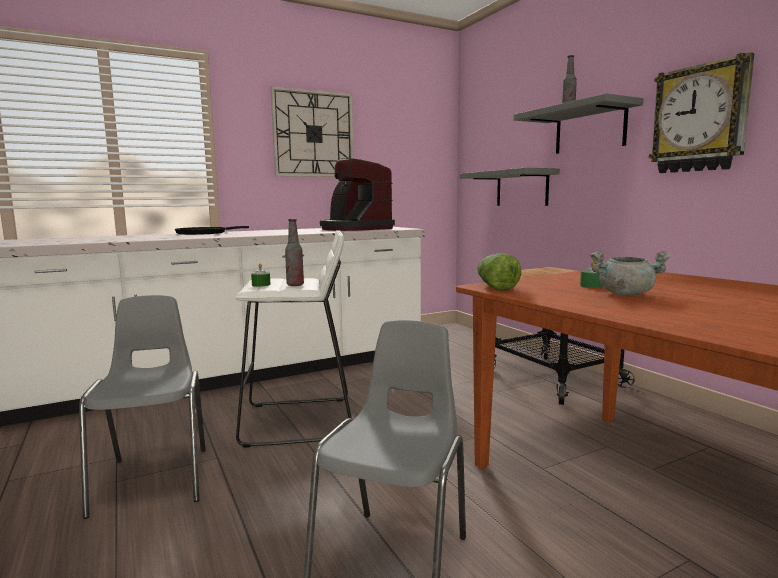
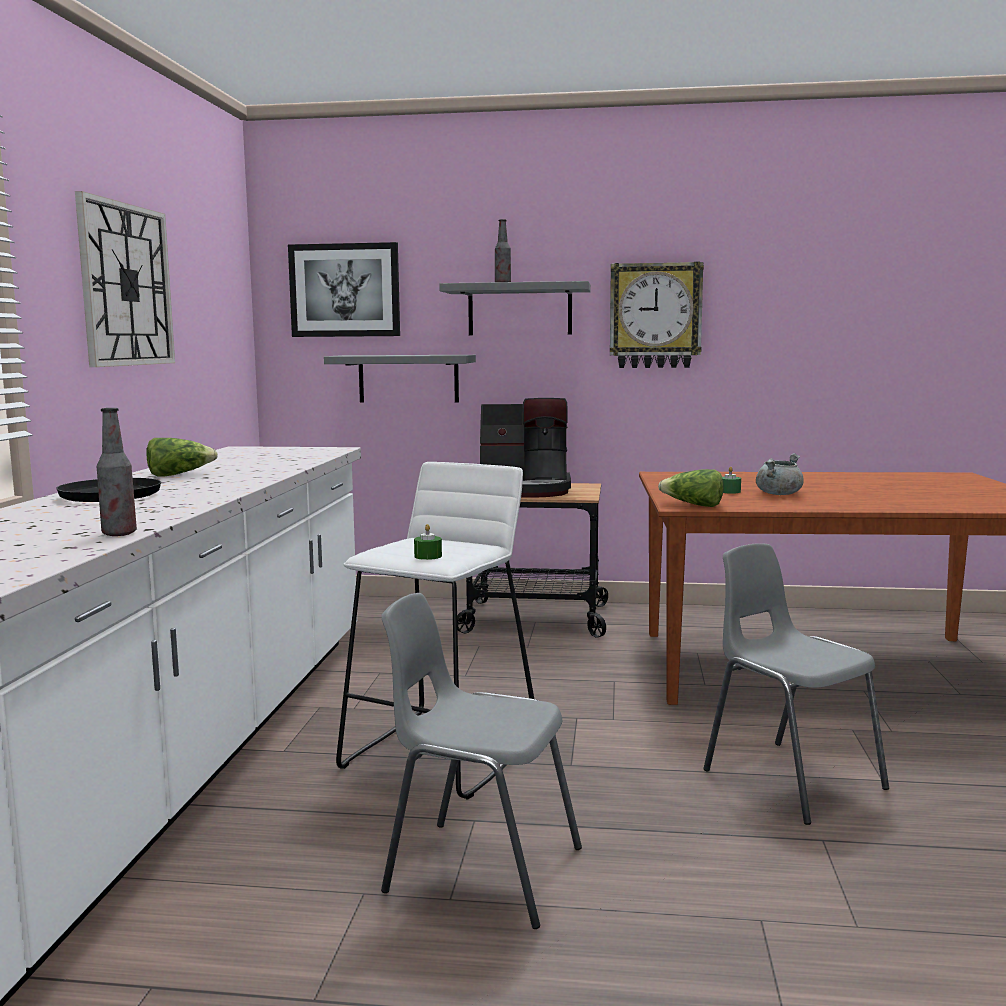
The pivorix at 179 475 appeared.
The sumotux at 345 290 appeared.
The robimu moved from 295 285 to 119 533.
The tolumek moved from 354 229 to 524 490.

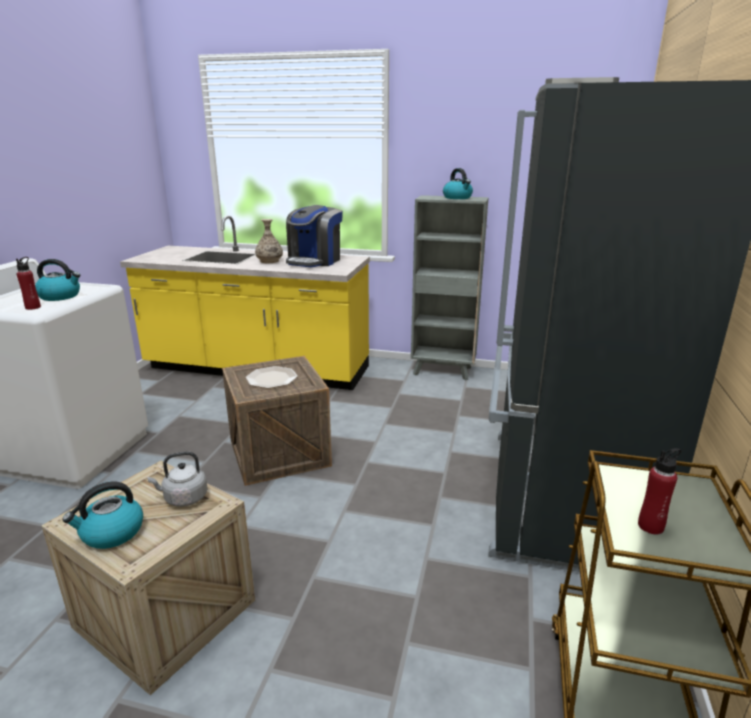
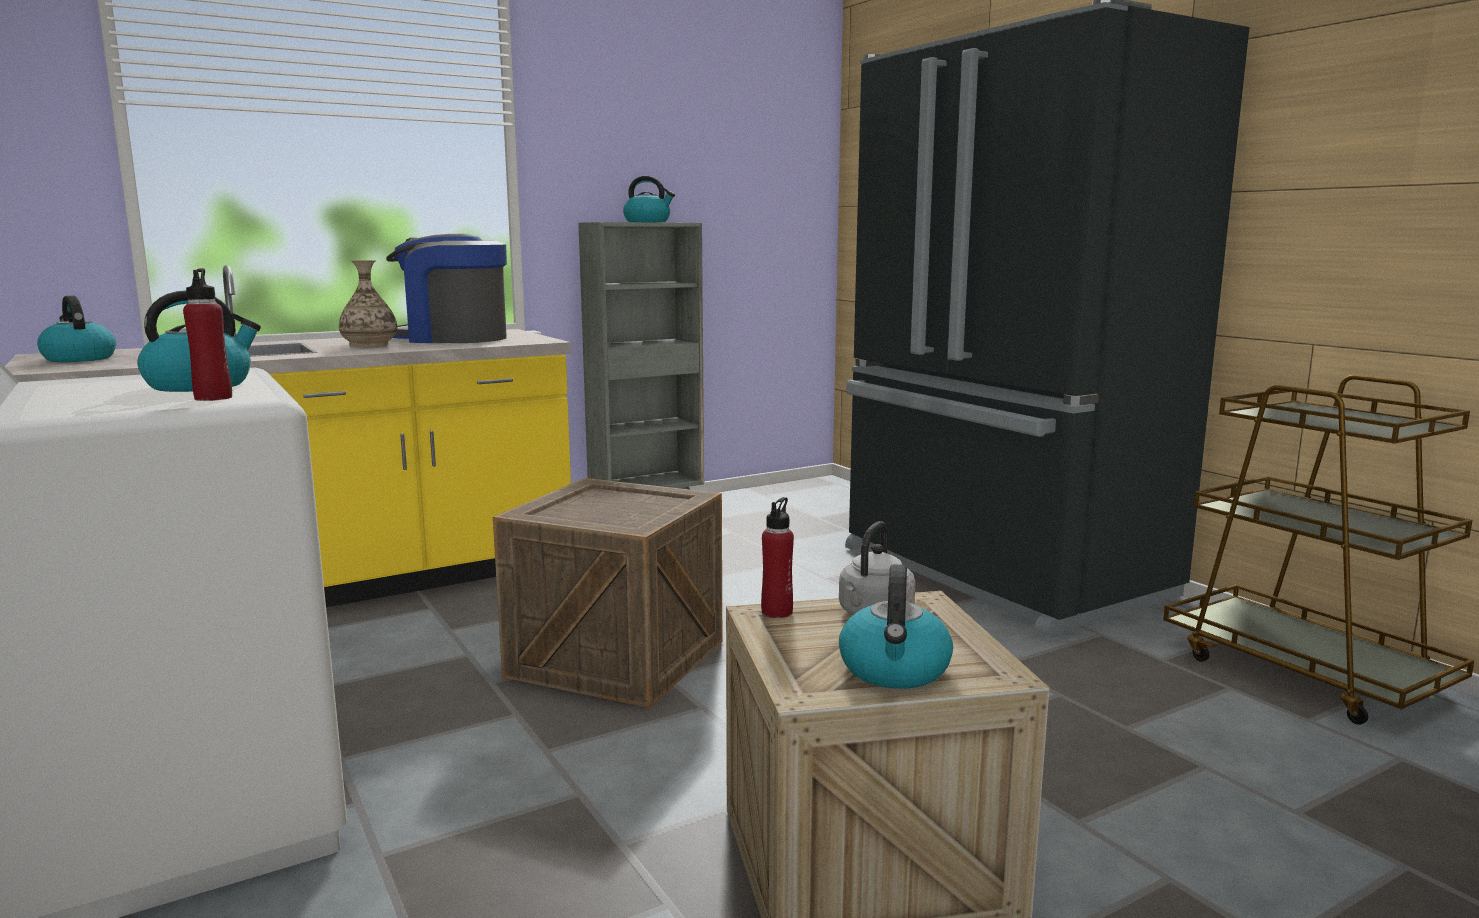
The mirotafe at 272 378 disappeared.
The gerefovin at 78 358 appeared.
The red_robimu moved from 651 526 to 777 612.
The tolumek at 314 261 turned 120 degrees clockwise.

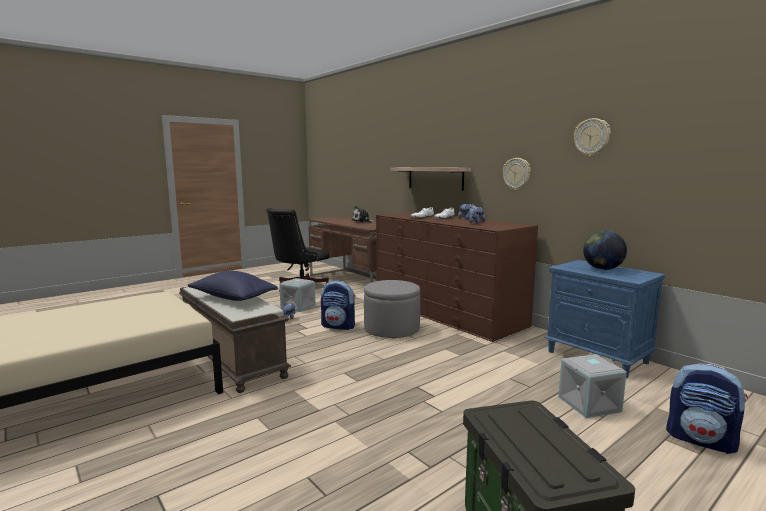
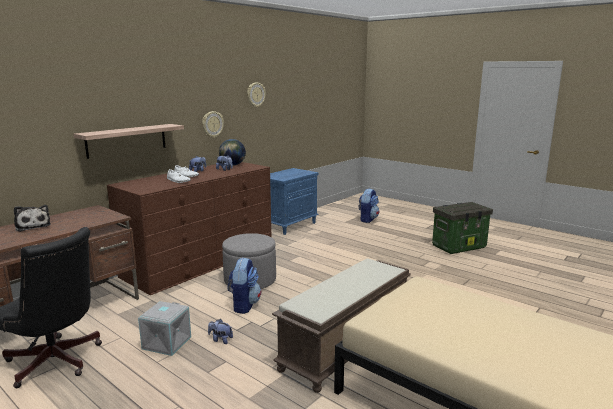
The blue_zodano at 233 298 disappeared.
The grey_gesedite at 589 404 disappeared.
The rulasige moved from 602 269 to 232 165.

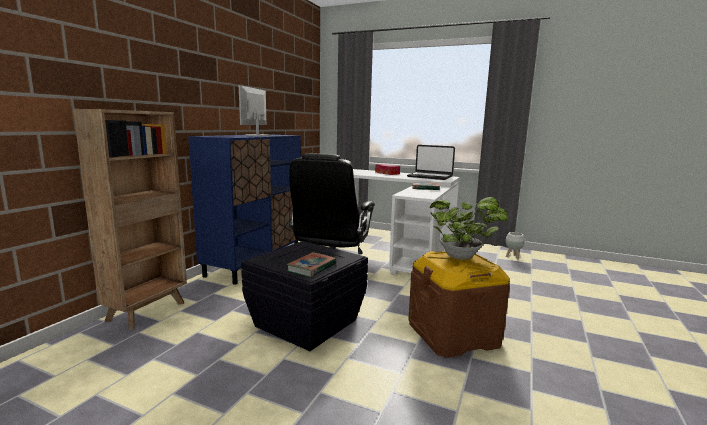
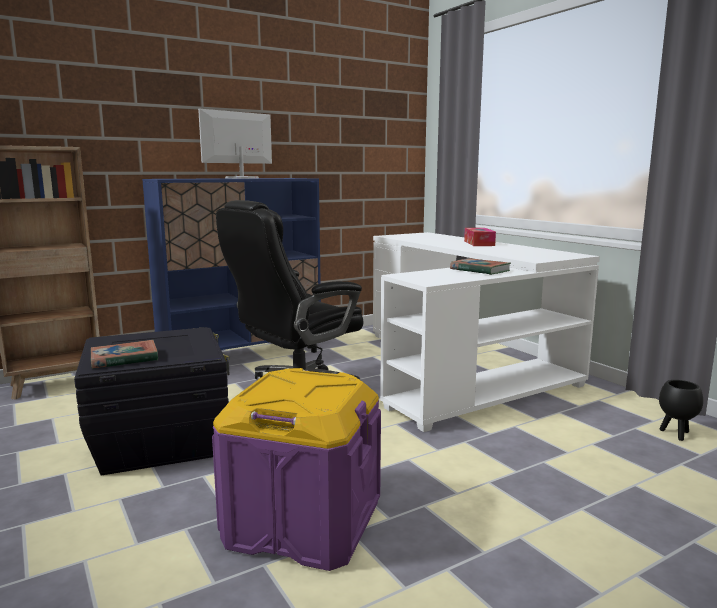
The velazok at 430 176 disappeared.
The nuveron at 462 257 disappeared.
The brown_gesedite at 453 334 became the purple_gesedite at 303 522.
The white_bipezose at 512 257 became the black_bipezose at 676 434.

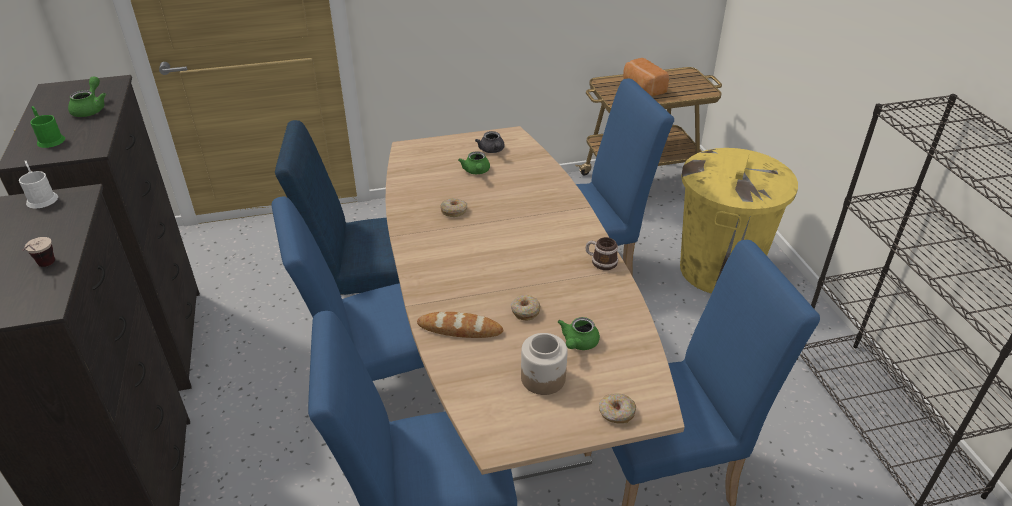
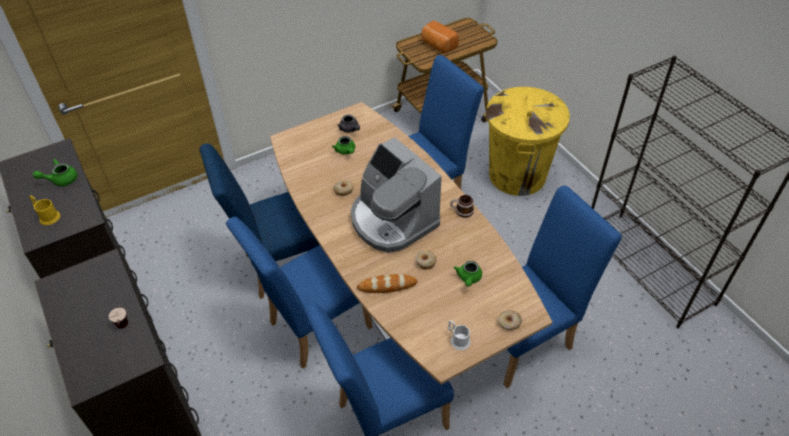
The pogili at 543 379 disappeared.
The tolumek at 392 220 appeared.
The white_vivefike moved from 41 198 to 458 339.
The green_vivefike at 49 139 became the yellow_vivefike at 47 216.
The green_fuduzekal at 91 109 turned 105 degrees counterclockwise.

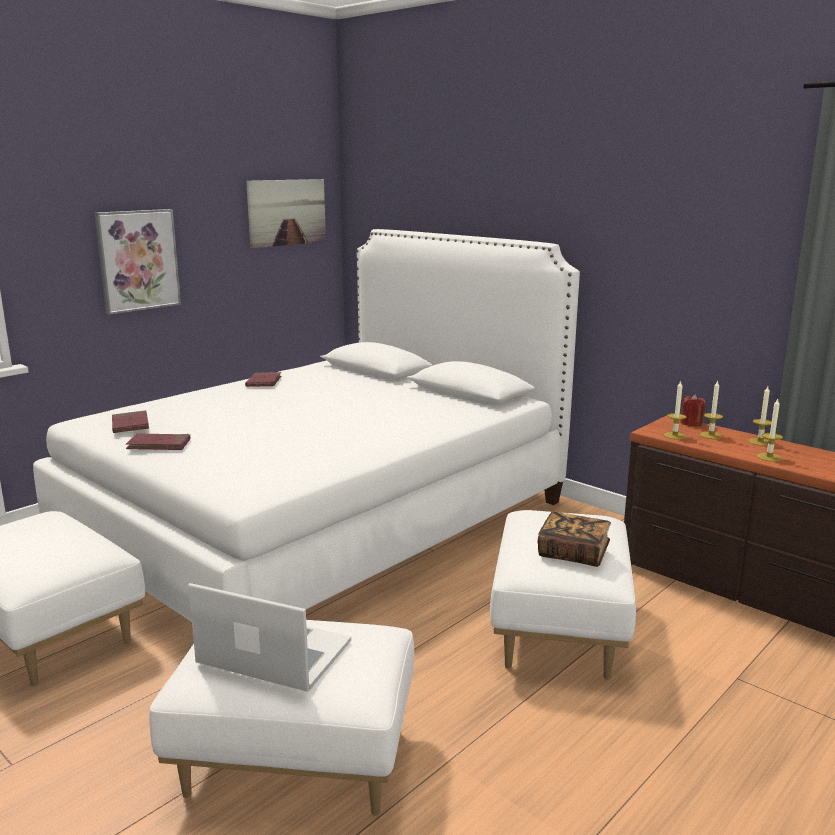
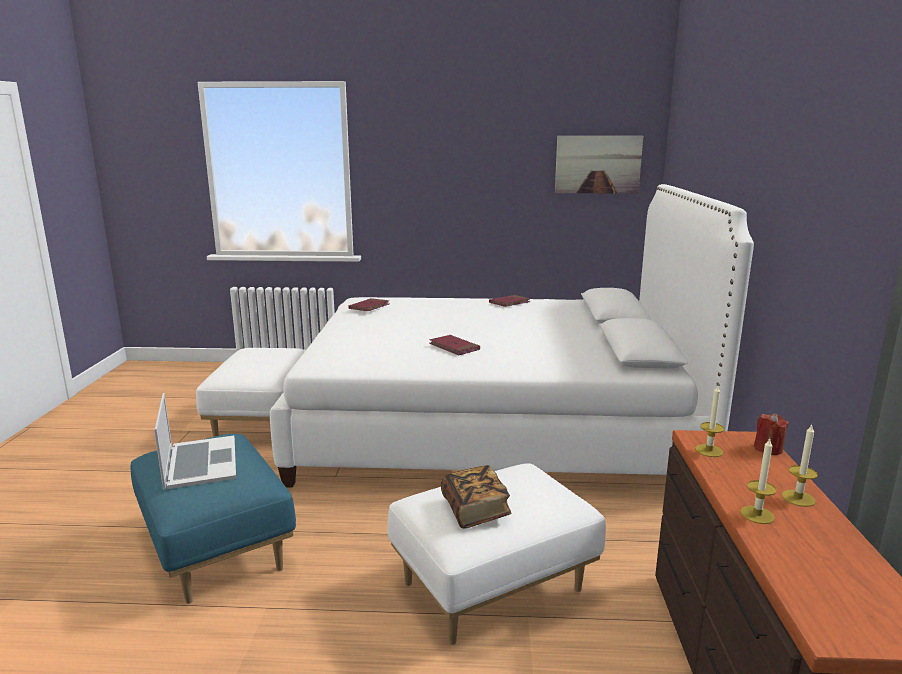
The sumotux at 138 260 disappeared.
The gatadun at 711 435 disappeared.
The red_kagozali moved from 159 445 to 454 347.
The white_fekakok at 294 763 became the blue_fekakok at 215 549.

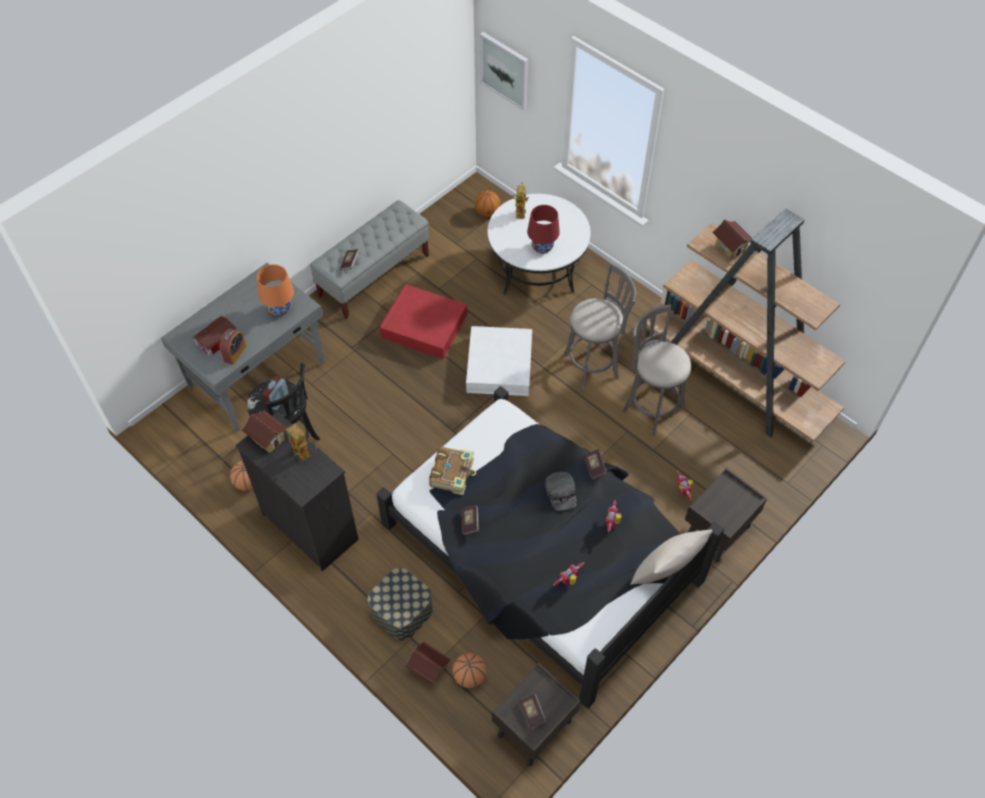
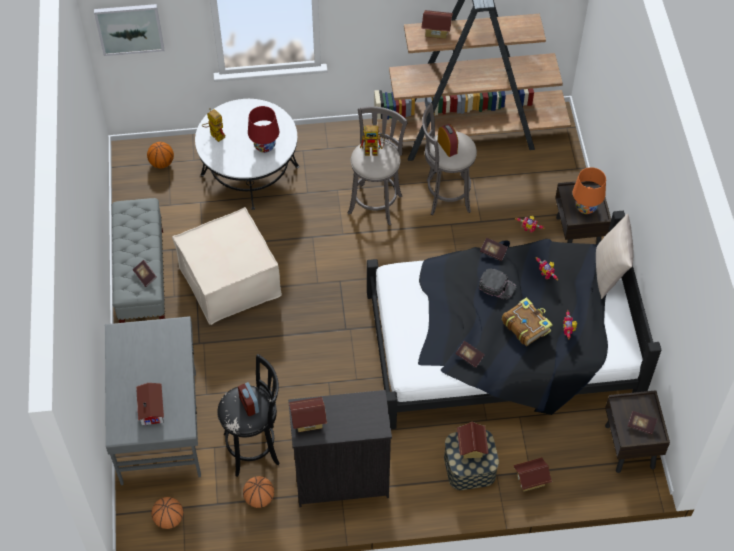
The white_gesedite at 499 366 disappeared.
The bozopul at 471 447 appeared.
The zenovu moved from 235 353 to 447 147.
The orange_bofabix moved from 280 309 to 585 207.
The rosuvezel moved from 305 455 to 374 150.
The kagozali moved from 452 473 to 526 325.
The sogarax moved from 469 676 to 169 519.
The red_gesedite at 424 326 was replaced by the beige_fekakok at 230 281.

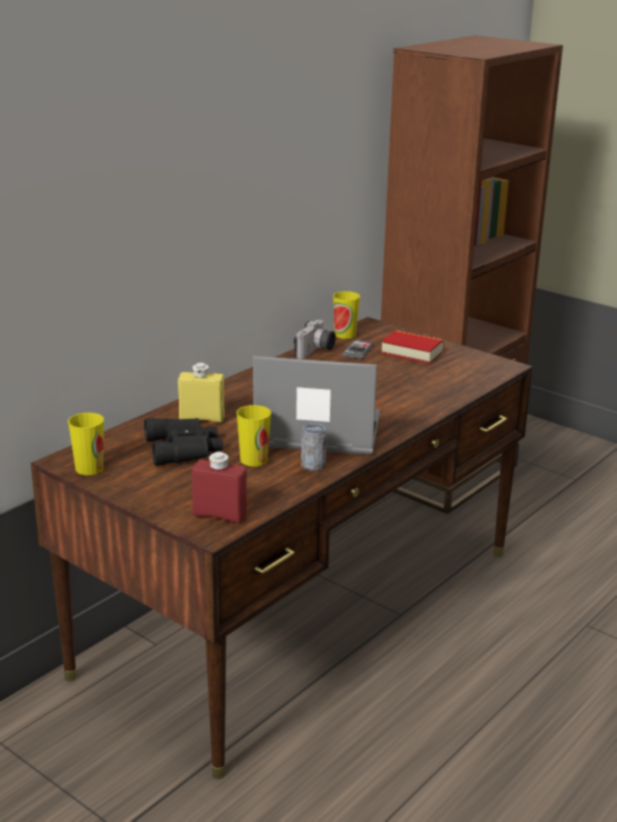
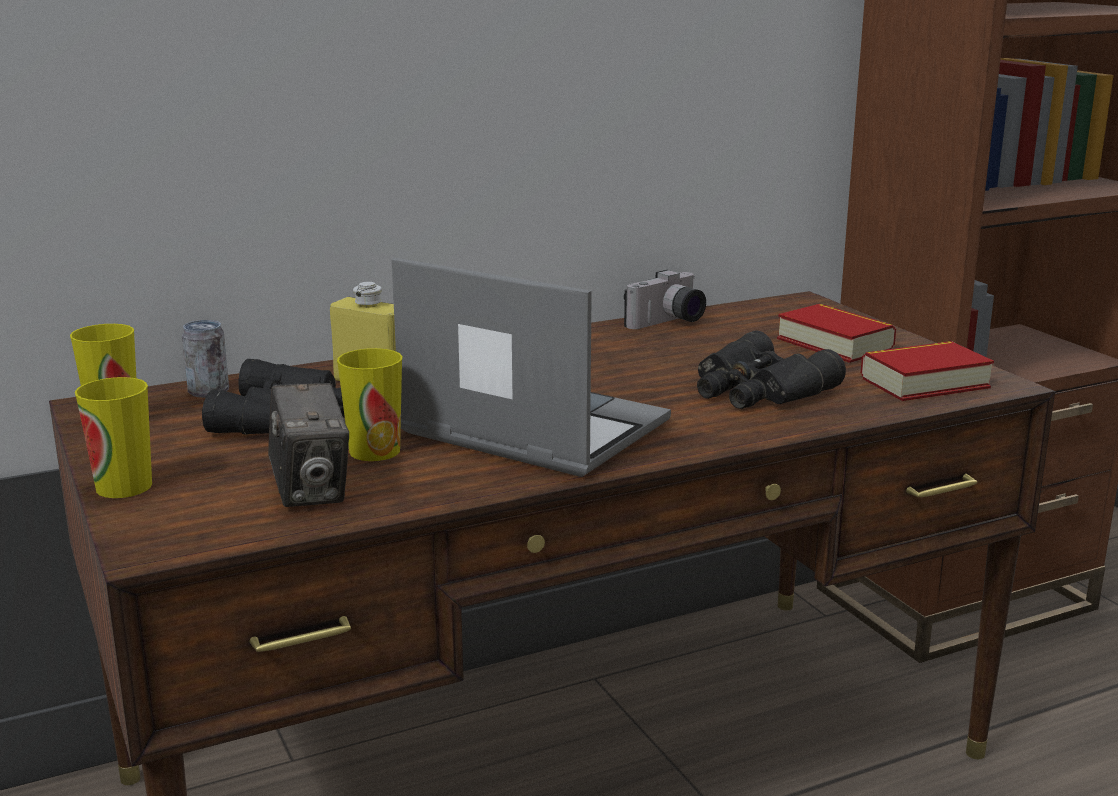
The red_robimu at 219 515 disappeared.
The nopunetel at 358 351 disappeared.
The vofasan at 311 491 appeared.
The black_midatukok at 758 390 appeared.
The kagozali at 924 382 appeared.
The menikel moved from 313 466 to 208 391.
The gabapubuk moved from 345 334 to 124 486.

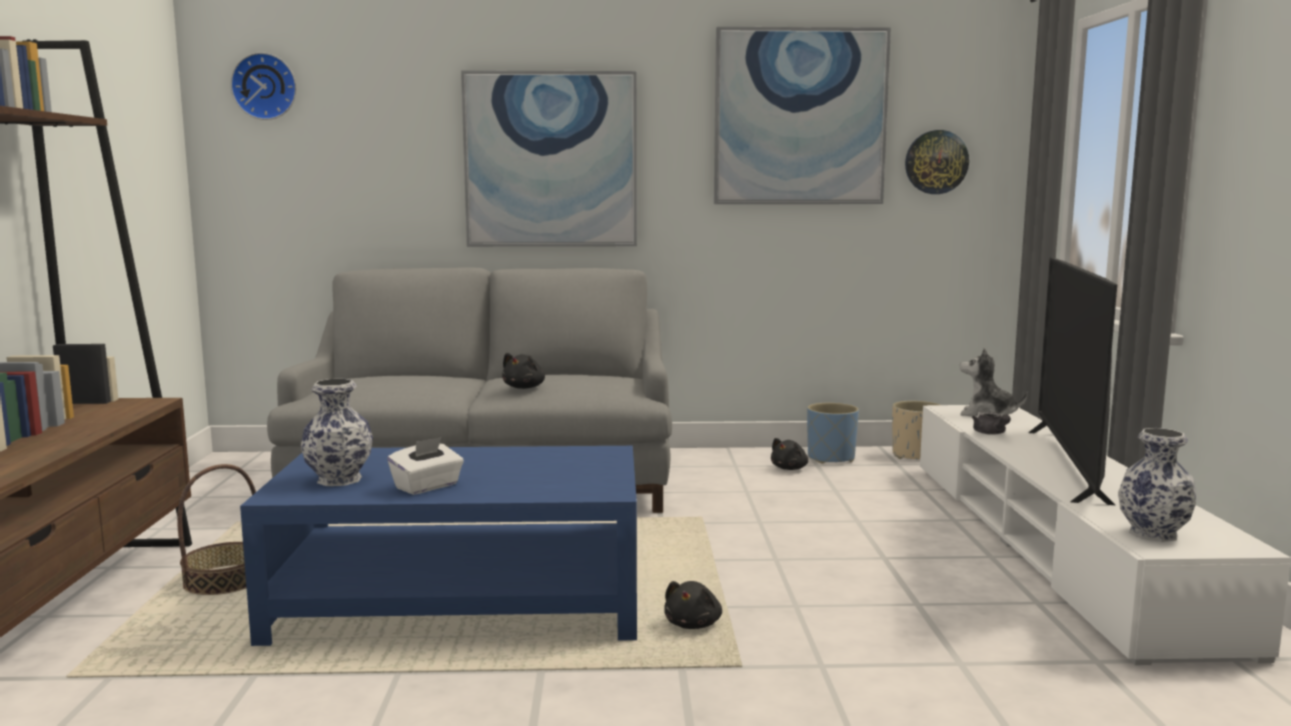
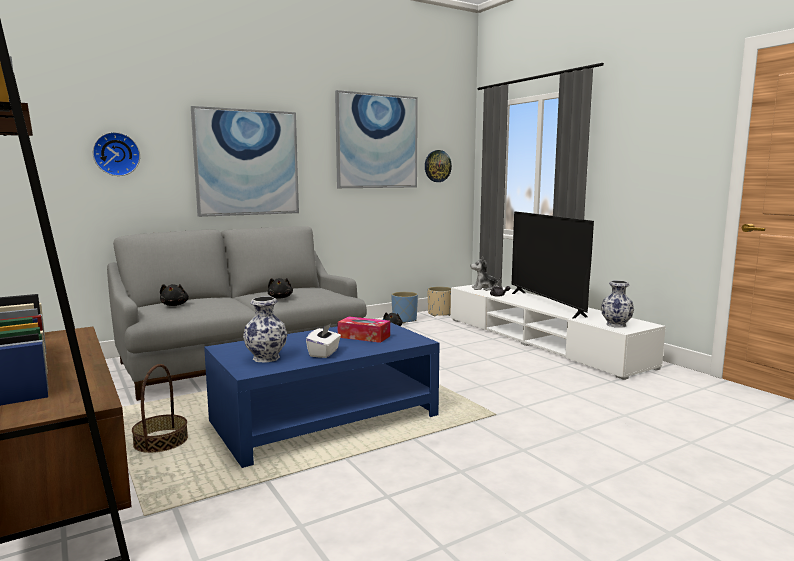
The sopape at 364 336 appeared.
The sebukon moved from 265 87 to 116 154.
The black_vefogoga moved from 693 624 to 175 305.

